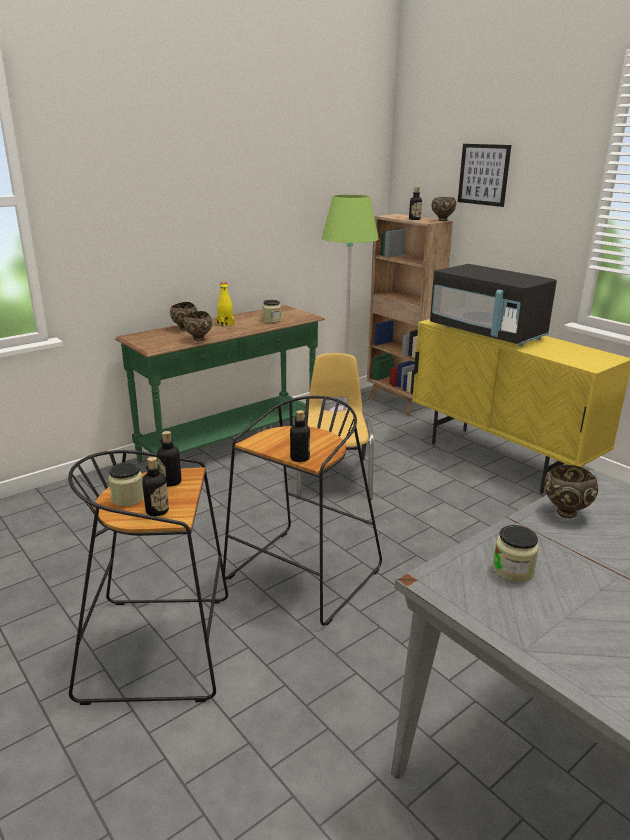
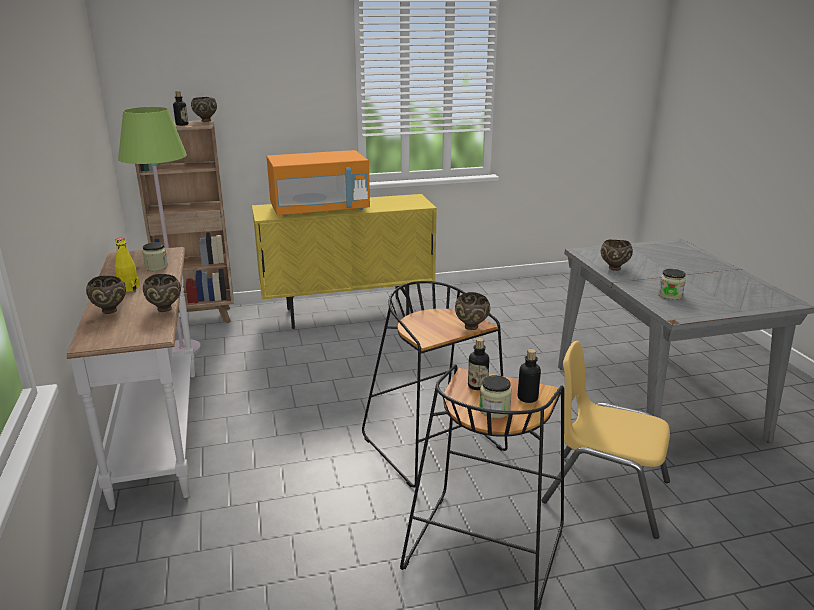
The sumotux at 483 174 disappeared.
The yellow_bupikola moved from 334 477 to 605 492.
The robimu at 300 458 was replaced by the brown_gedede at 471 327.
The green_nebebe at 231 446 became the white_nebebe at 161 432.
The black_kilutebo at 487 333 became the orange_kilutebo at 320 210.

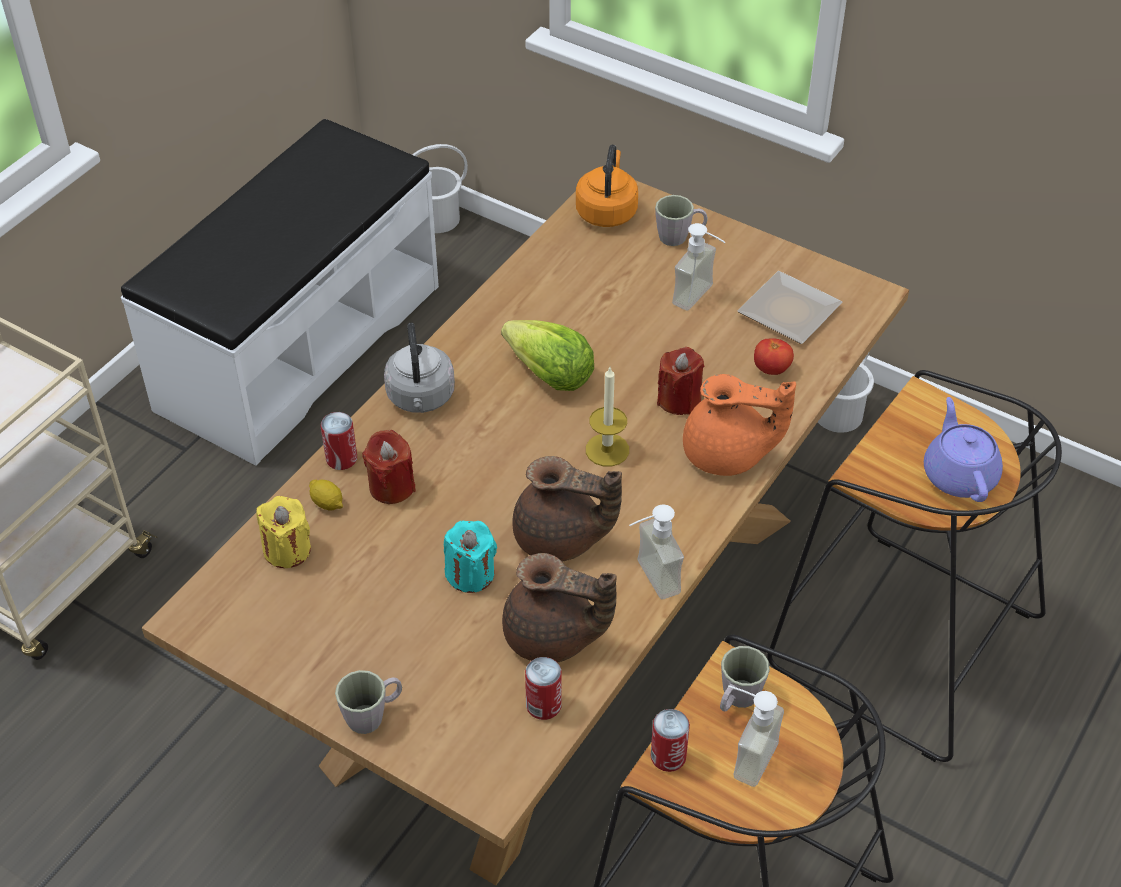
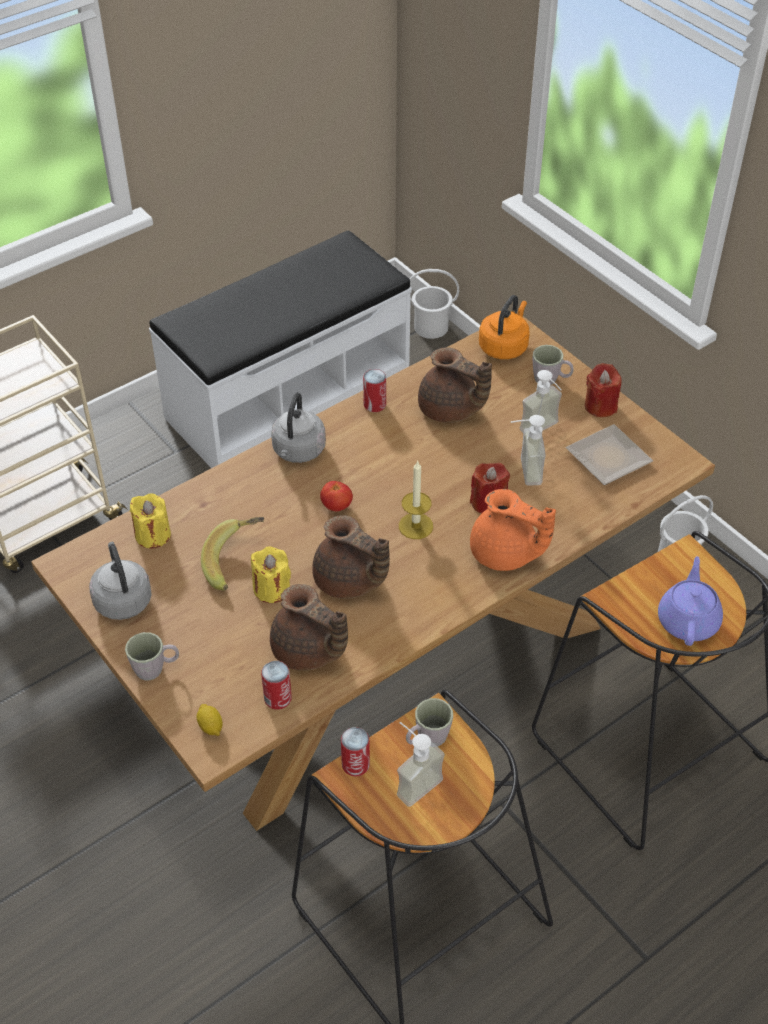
The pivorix at 550 375 disappeared.
The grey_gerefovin at 122 599 appeared.
The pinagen at 236 562 appeared.
The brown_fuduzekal at 450 410 appeared.
The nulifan moved from 327 503 to 210 726.
The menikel moved from 341 459 to 374 404.
The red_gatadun moved from 391 487 to 600 406.
The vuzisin moved from 648 580 to 522 471.
The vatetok moved from 771 369 to 336 506.
The turquoise_gatadun at 470 574 became the yellow_gatadun at 271 589.

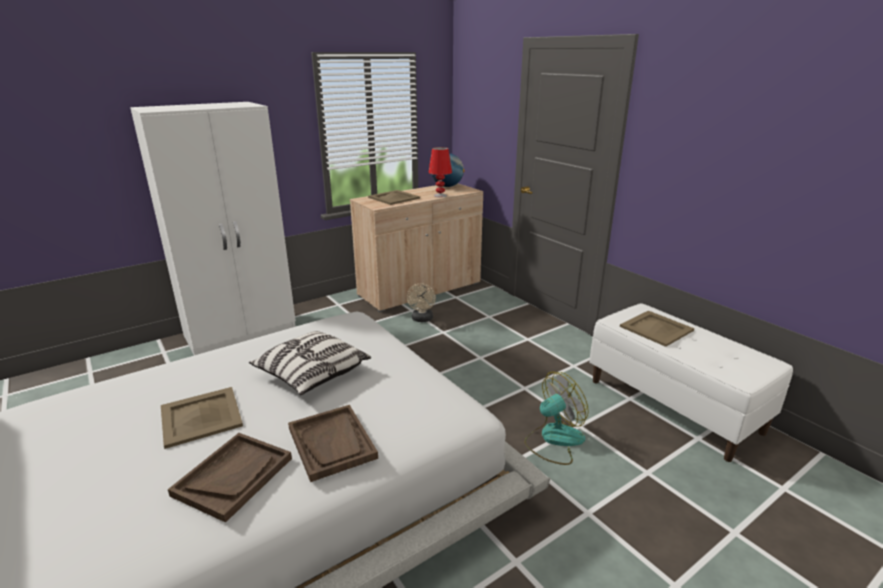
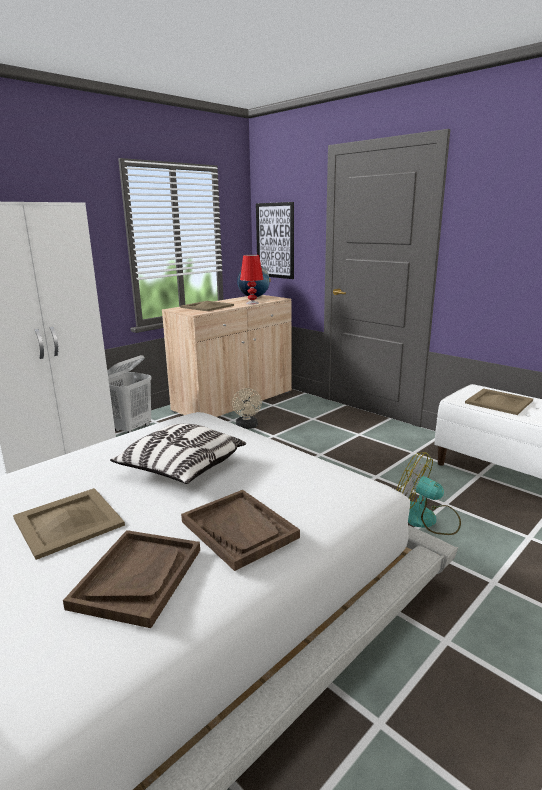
The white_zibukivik at 132 429 appeared.
The sumotux at 275 240 appeared.
The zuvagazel at 554 439 turned 105 degrees counterclockwise.

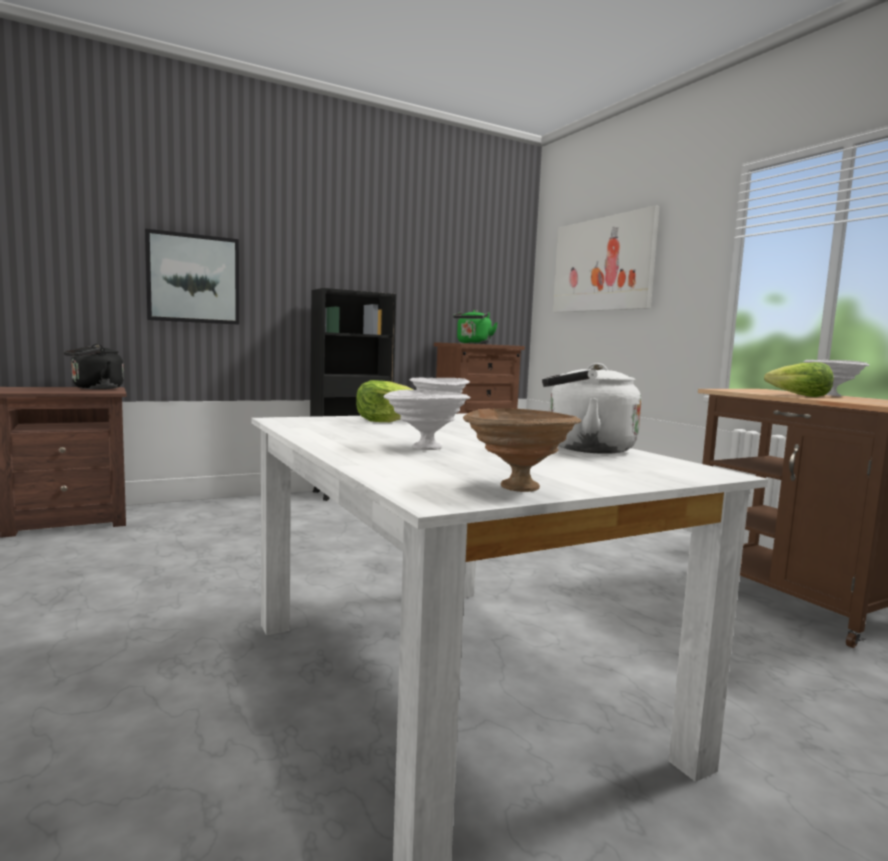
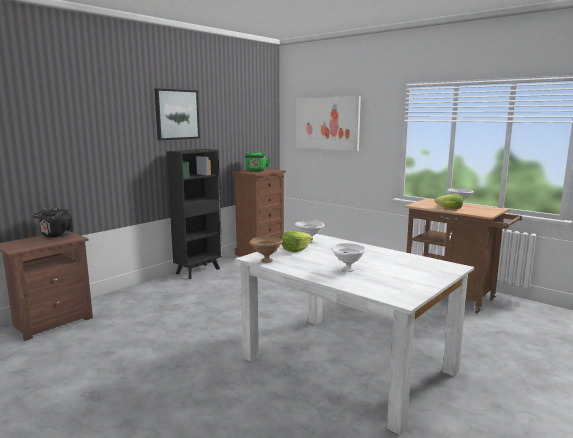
The white_gerefovin at 584 448 disappeared.
The sumotux moved from 193 279 to 177 114.
The brown_gedede moved from 517 487 to 266 261.

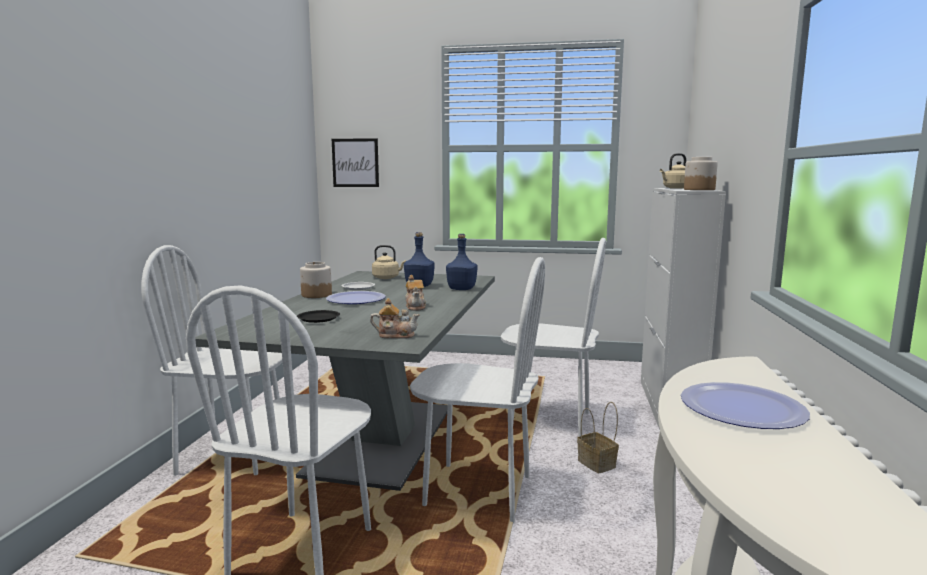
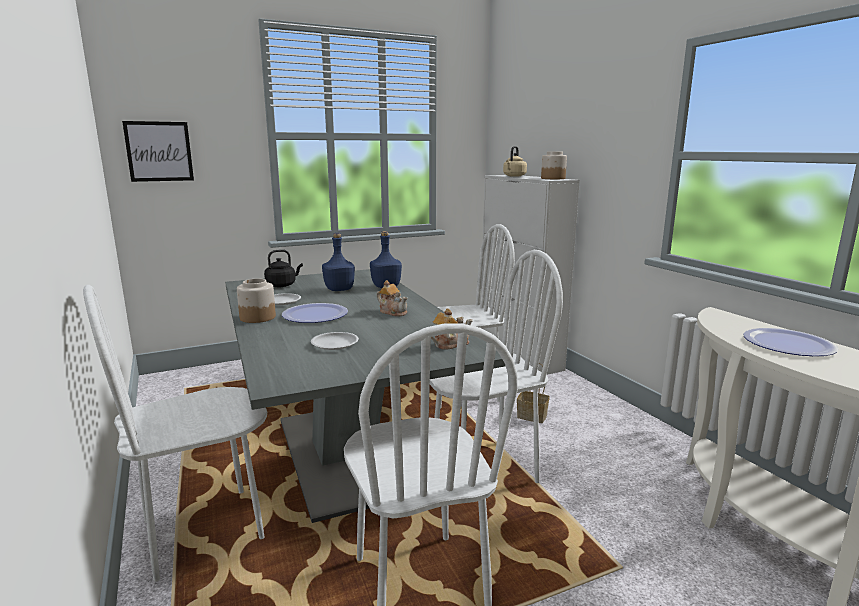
The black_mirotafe at 319 319 became the white_mirotafe at 335 344.
The beige_gerefovin at 387 278 became the black_gerefovin at 282 285.

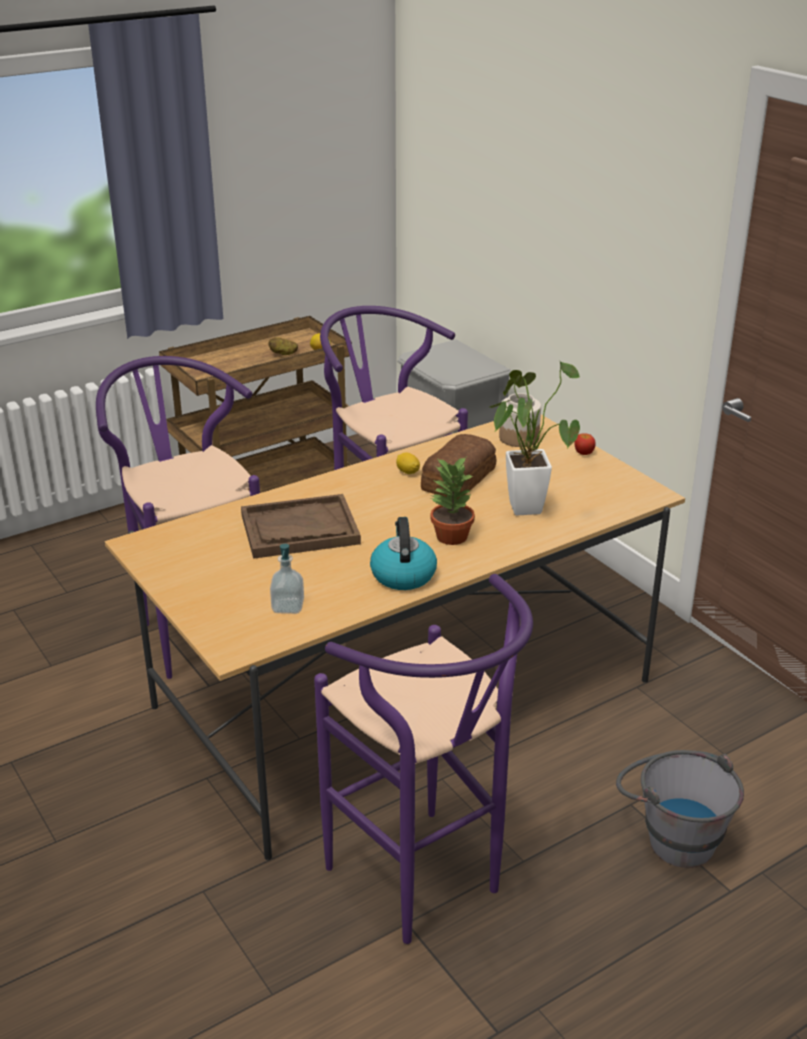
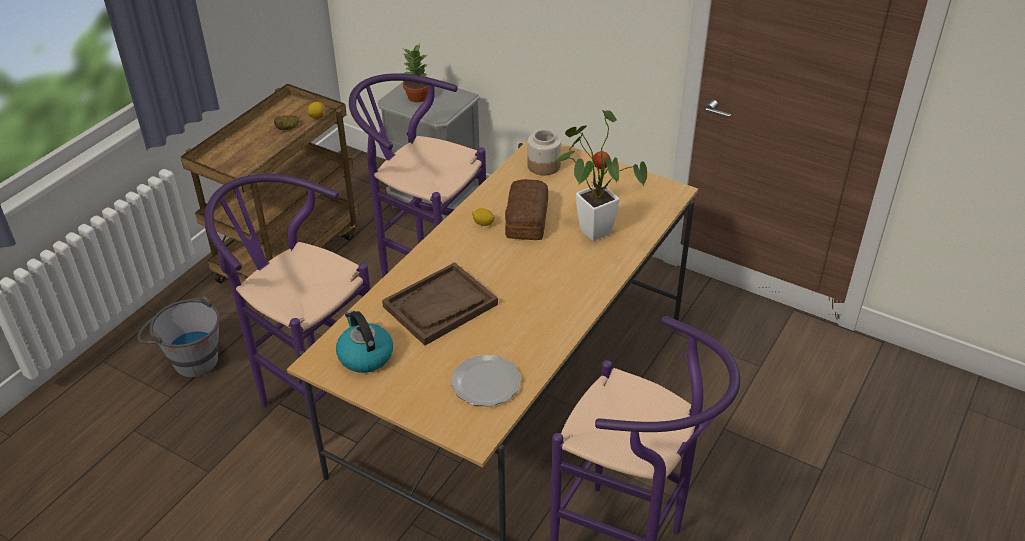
The gerefovin moved from 403 574 to 365 356.
The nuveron moved from 451 536 to 417 97.
The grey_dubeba moved from 671 835 to 189 358.
The vuzisin at 288 607 was replaced by the mirotafe at 486 382.

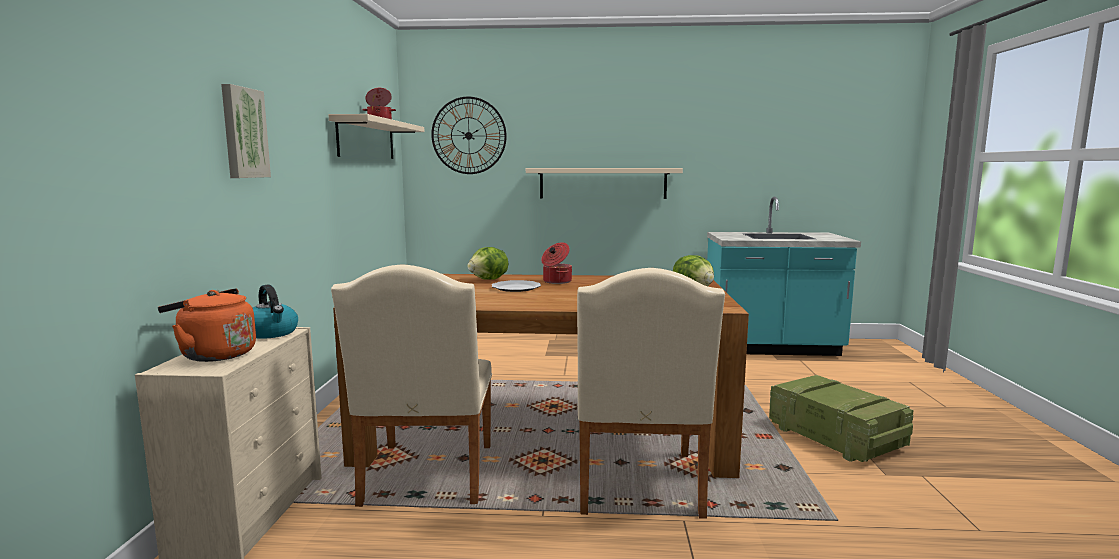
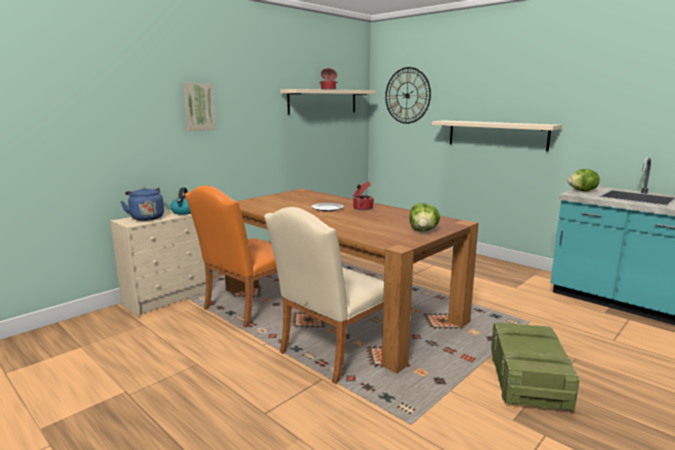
The pivorix moved from 489 279 to 582 191.
The orange_gerefovin at 214 355 became the blue_gerefovin at 146 217.
The beige_bupikola at 426 479 became the orange_bupikola at 246 308.

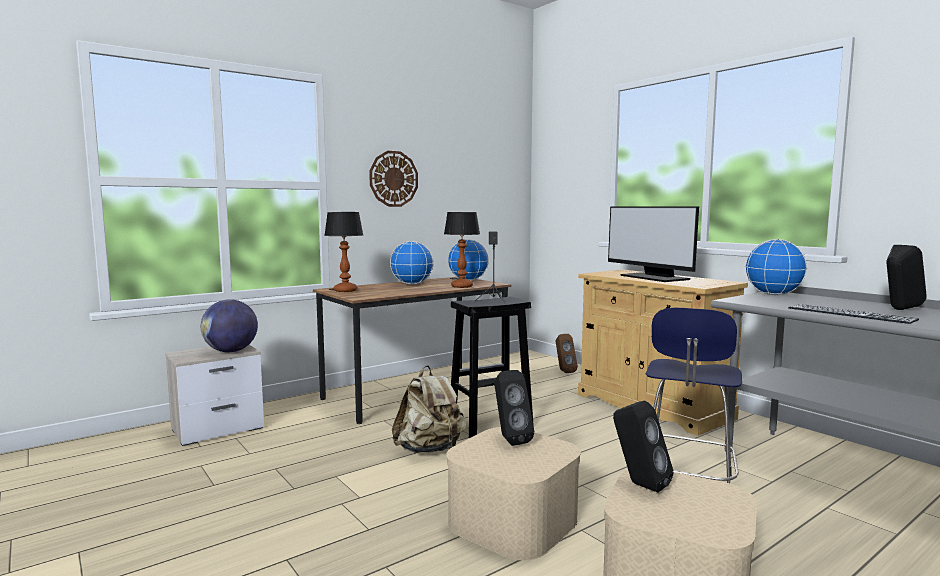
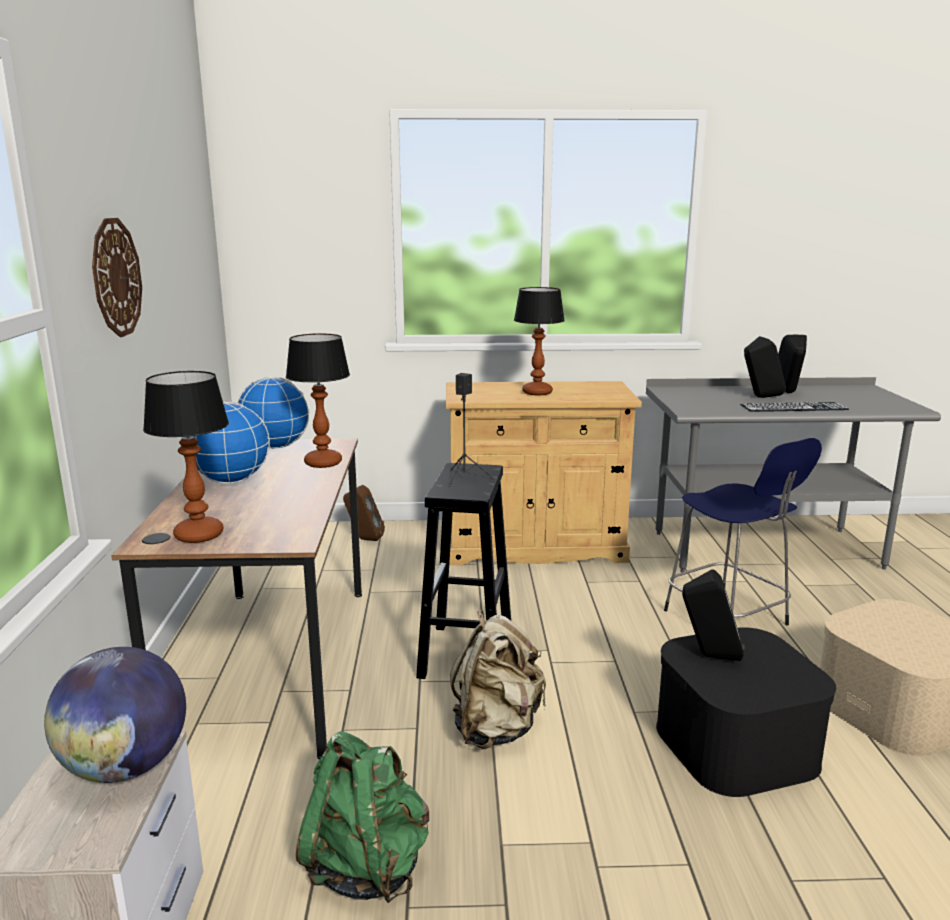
The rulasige at 773 294 disappeared.
The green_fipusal at 367 866 appeared.
The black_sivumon moved from 639 484 to 760 397.
The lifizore at 653 277 was replaced by the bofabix at 537 392.
The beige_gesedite at 512 521 became the black_gesedite at 735 745.

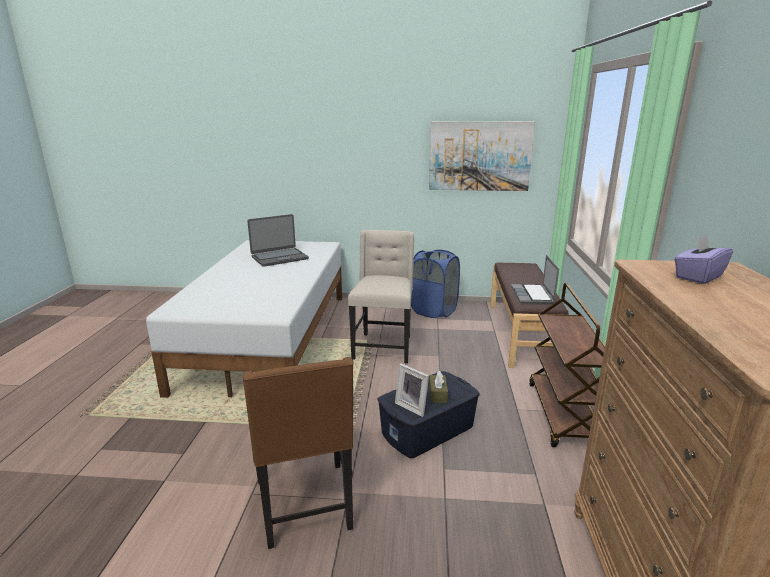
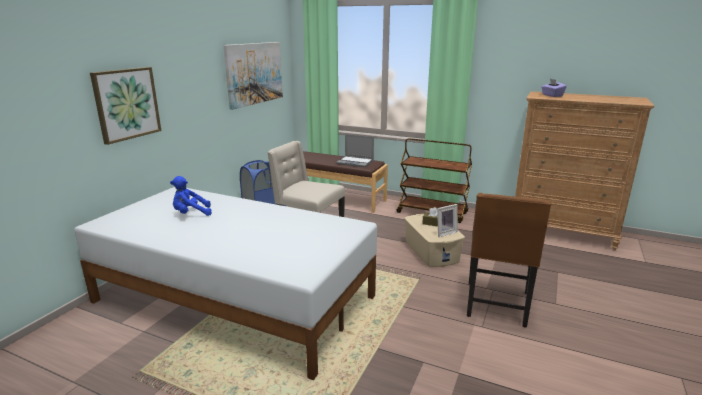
The sumotux at 126 104 appeared.
The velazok at 279 258 was replaced by the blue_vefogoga at 191 214.
The blue_gesedite at 428 430 became the beige_gesedite at 431 251.
The brown_bupikola at 305 505 turned 105 degrees clockwise.

